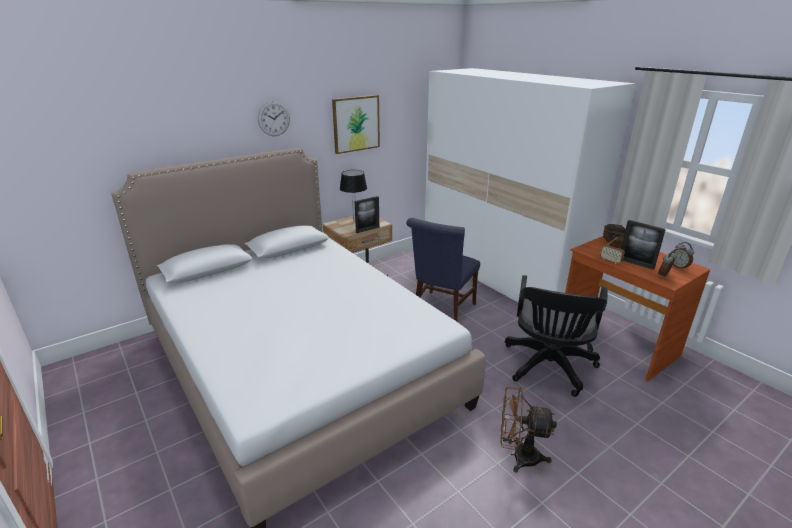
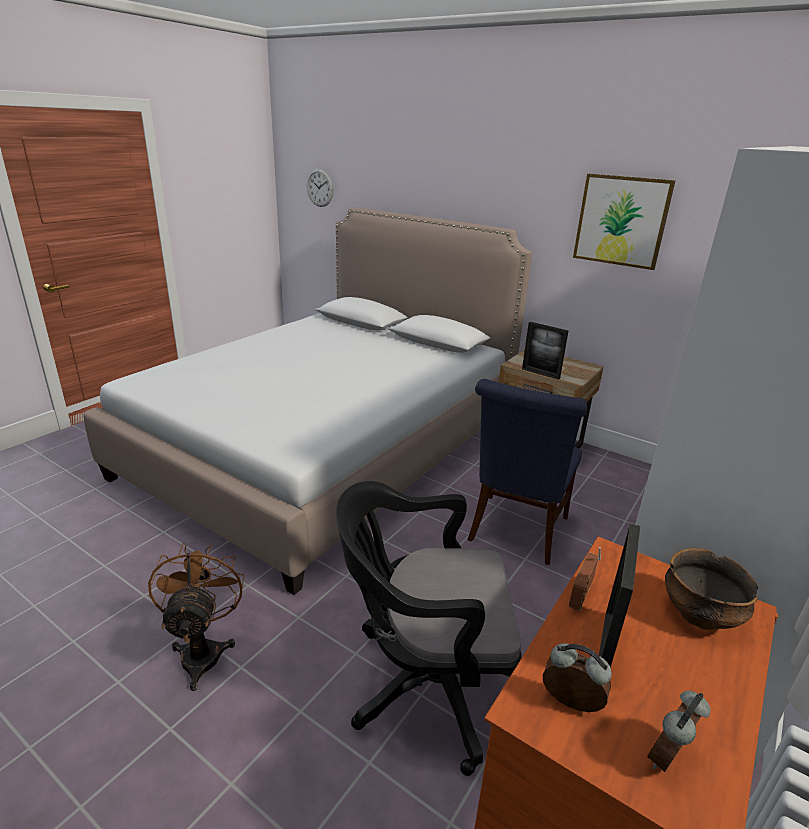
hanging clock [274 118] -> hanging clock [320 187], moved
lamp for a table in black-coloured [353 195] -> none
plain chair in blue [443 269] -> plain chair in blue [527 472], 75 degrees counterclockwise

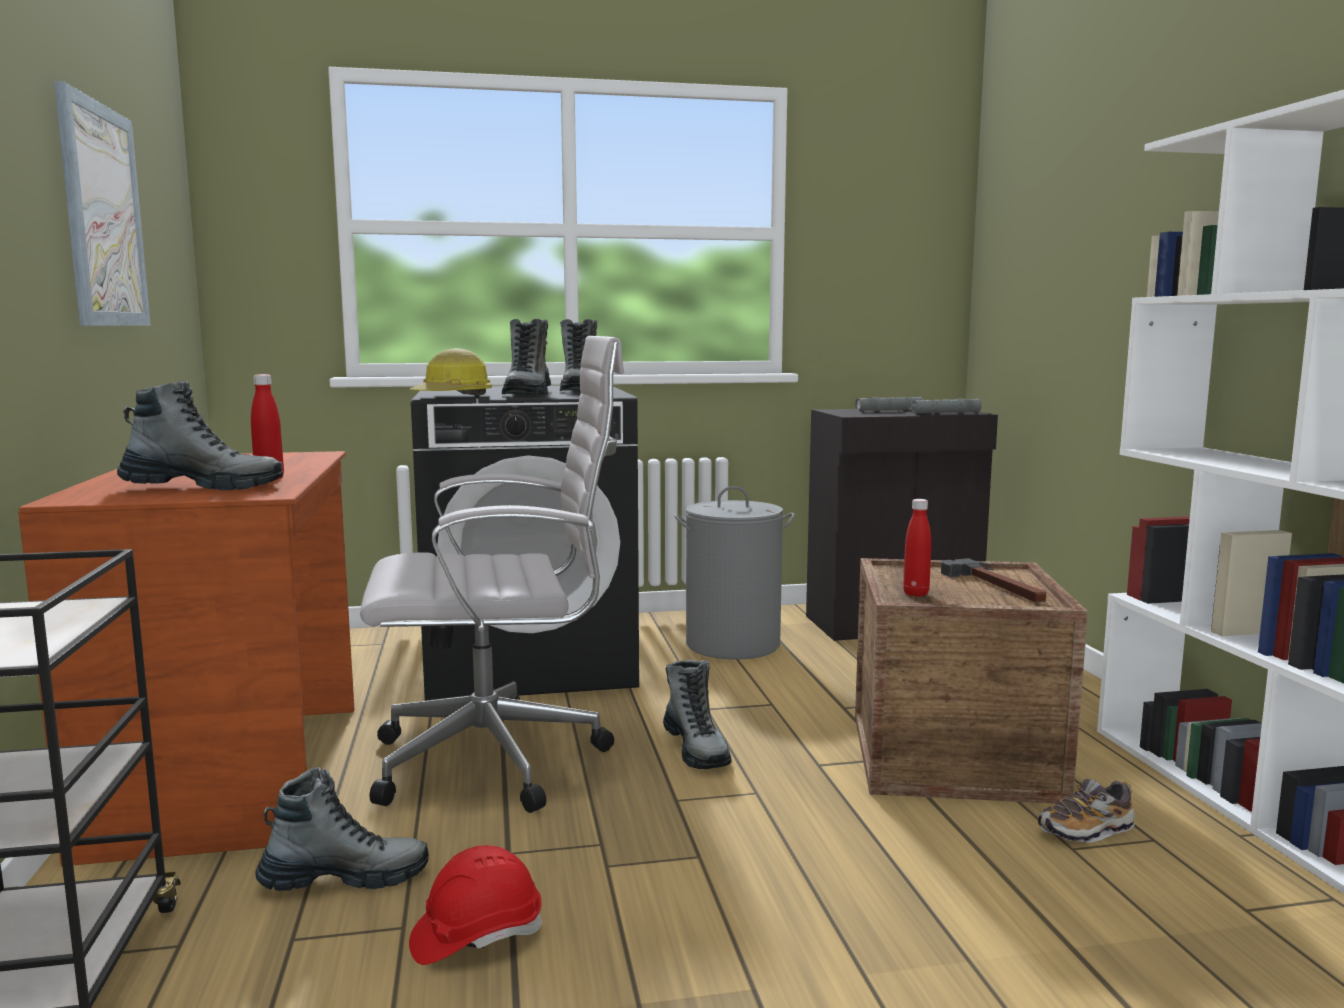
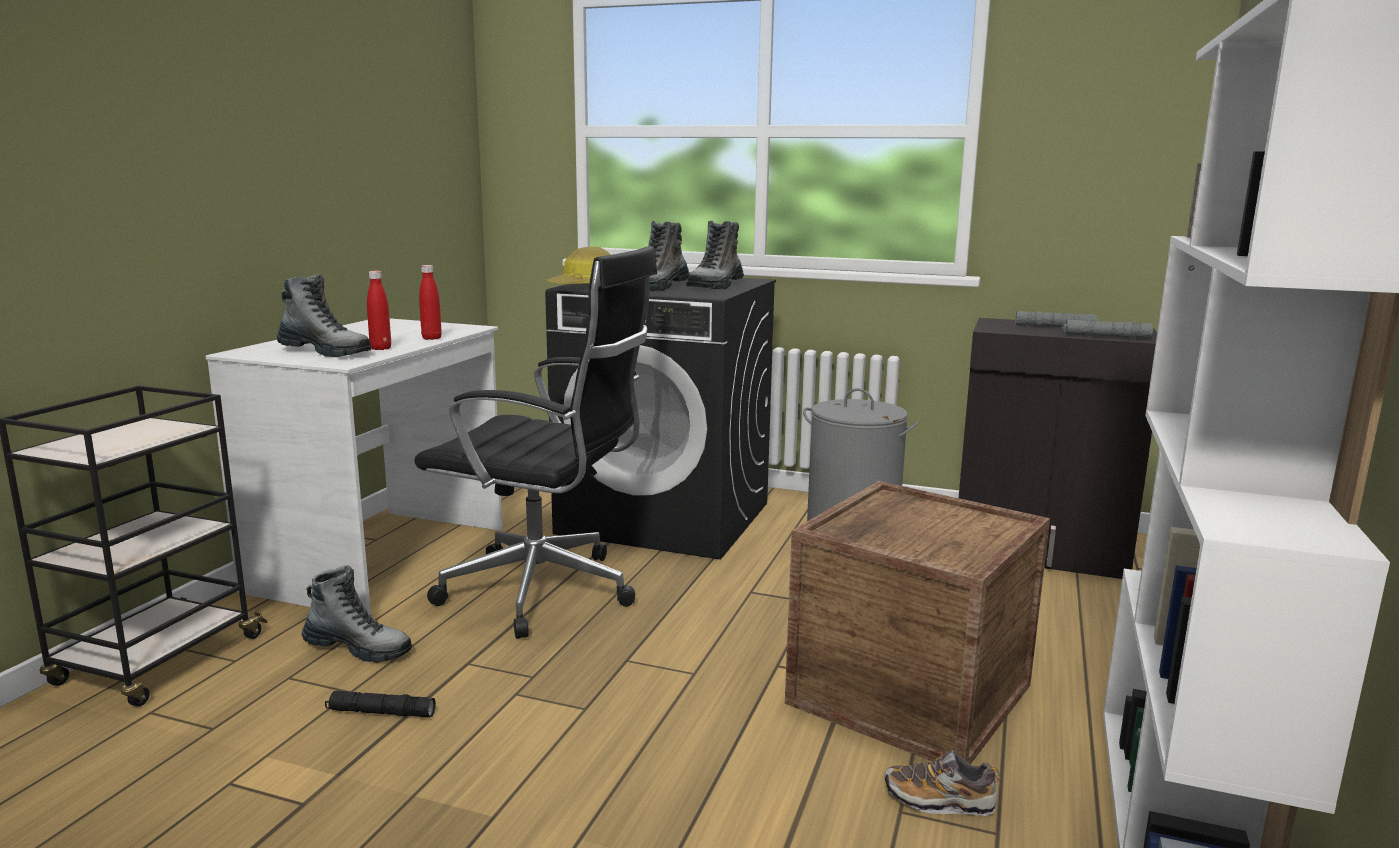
wall picture [102 203] -> none
office chair in whitish [492 574] -> office chair in black-coloured [535 442]
desk in brown [186 658] -> desk in whitish [354 466]
beverage bottle in red [917 548] -> beverage bottle in red [430 302], moved
tool hammer [993 580] -> none
boot [697 714] -> none
hard hat in red [475 905] -> torch in black-coloured [380 703]

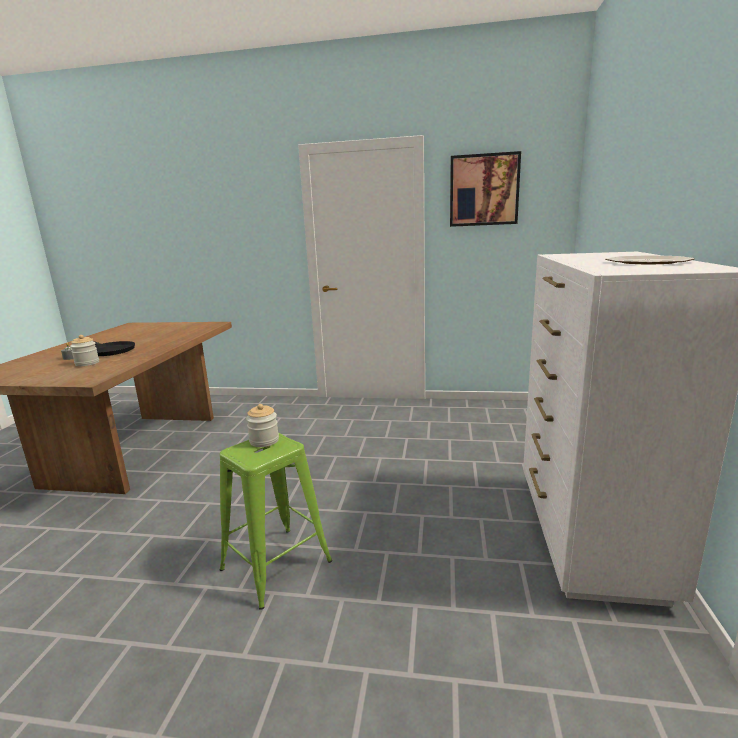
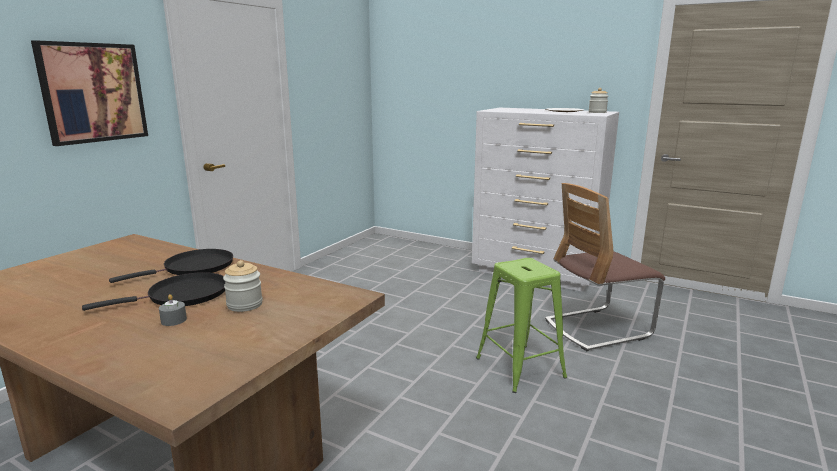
wall picture [485 189] -> wall picture [89 93], moved
storage jar [262 425] -> storage jar [598 100], moved
none -> plain chair [605 267]
none -> skillet in black-coloured [171 266]

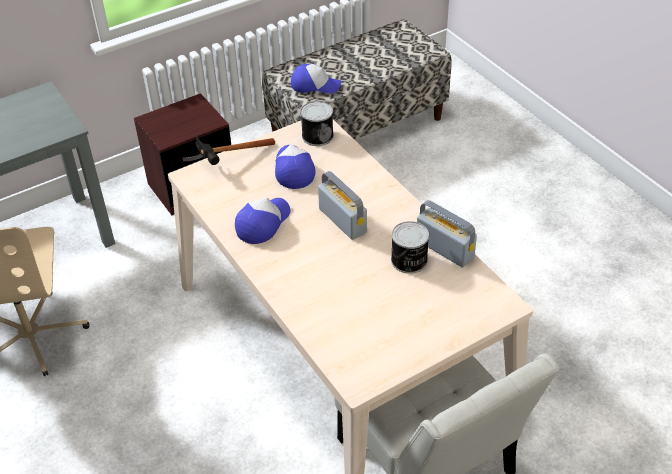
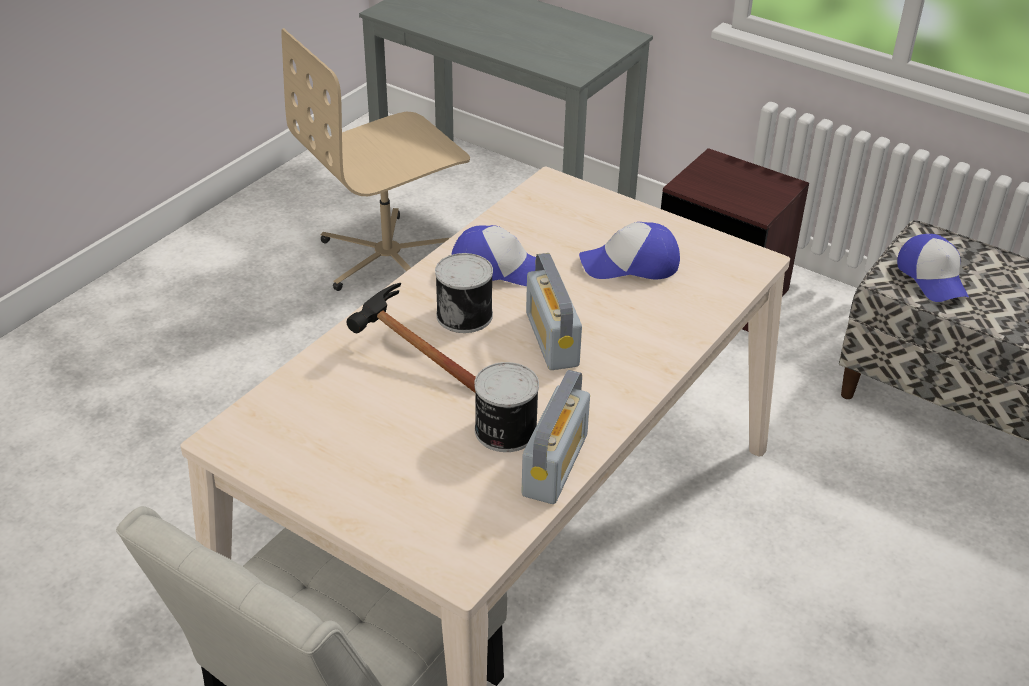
can [317 123] -> can [464 293], moved
tool hammer [235 150] -> tool hammer [411 338], moved
peaked cap [295 166] -> peaked cap [629 250], 150 degrees counterclockwise
radio [342 205] -> radio [554 311], 135 degrees clockwise

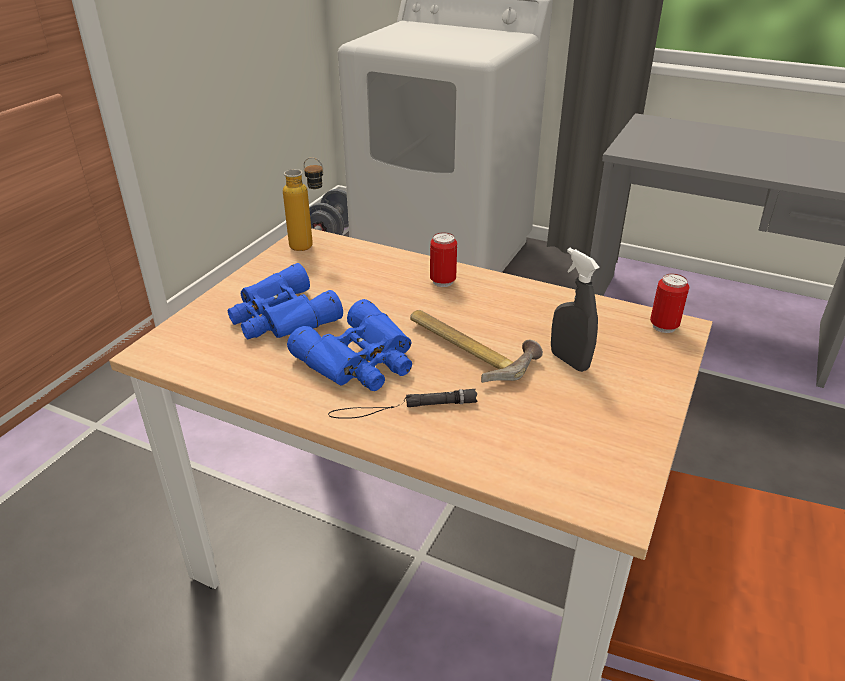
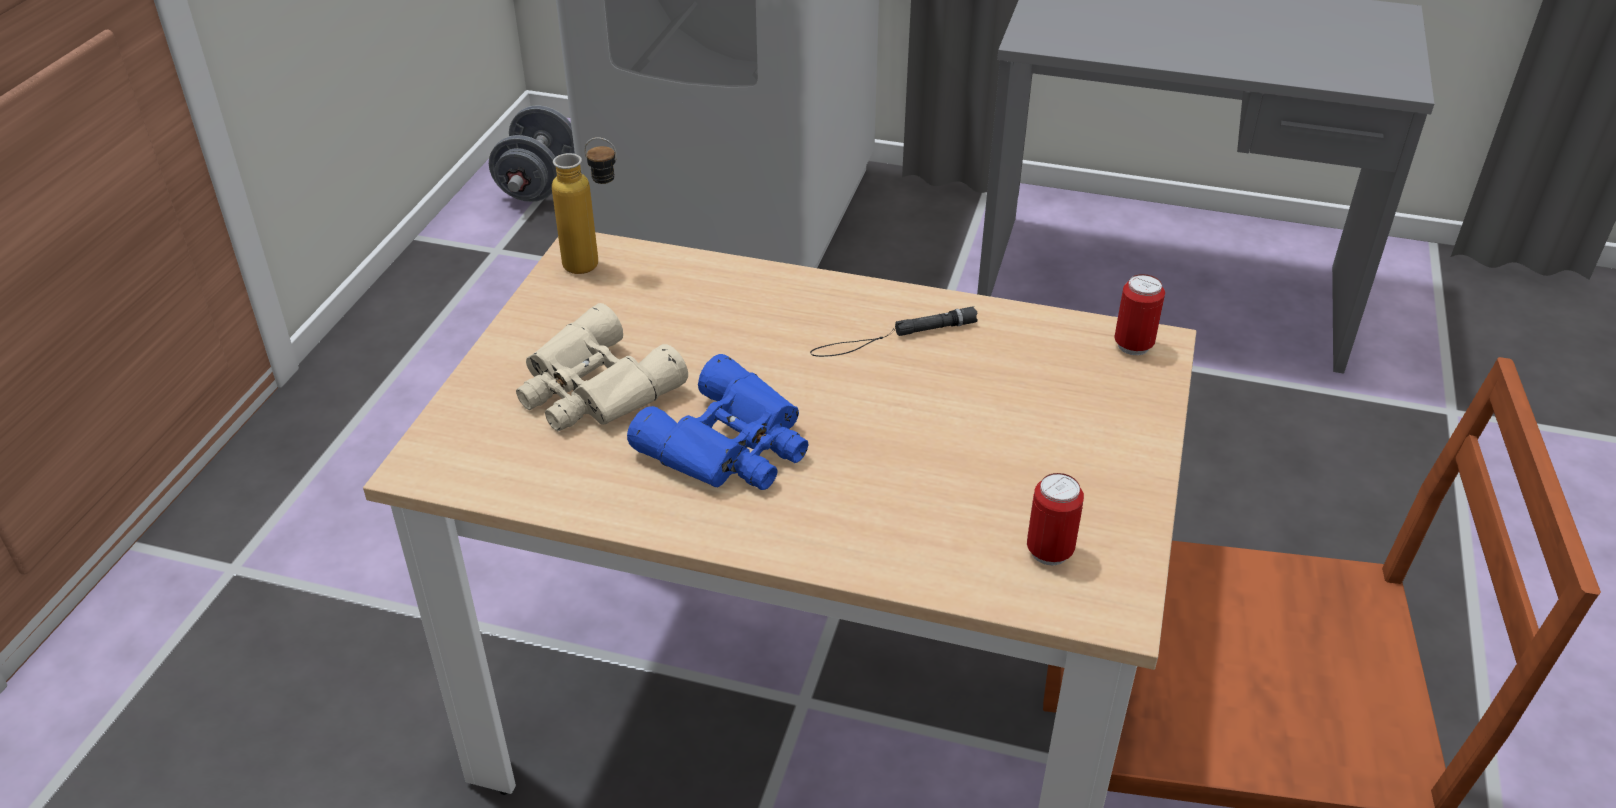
can [443 259] -> can [1055 519], moved
sprayer in gray [575 310] -> none
field glasses in blue [285 301] -> field glasses in sand-coloured [602 367]
tool hammer [476 346] -> none
torch in black-coloured [402 404] -> torch in black-coloured [894 331], moved

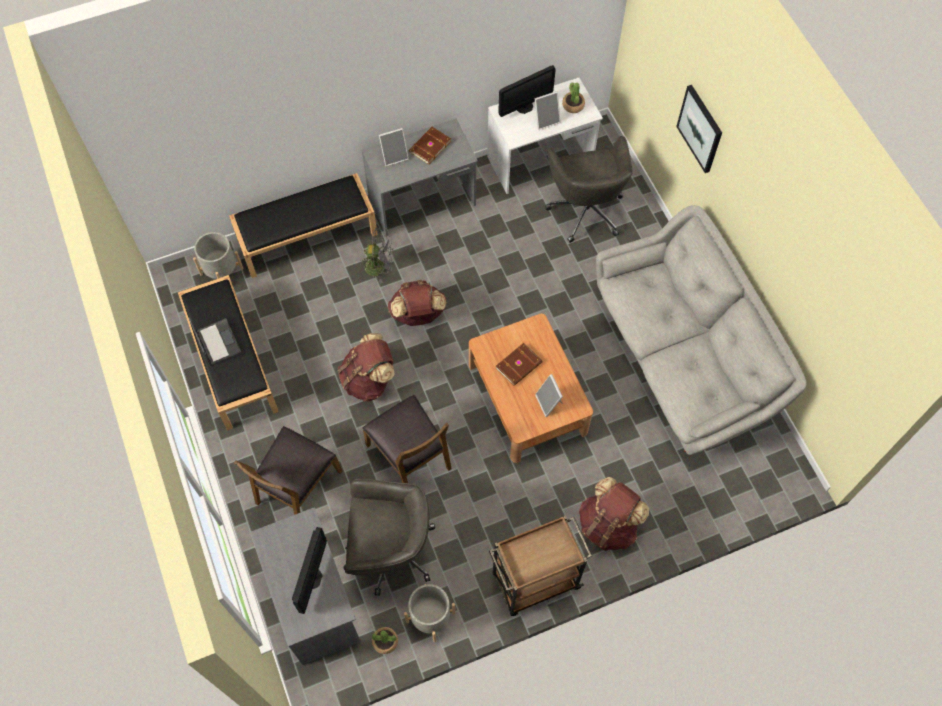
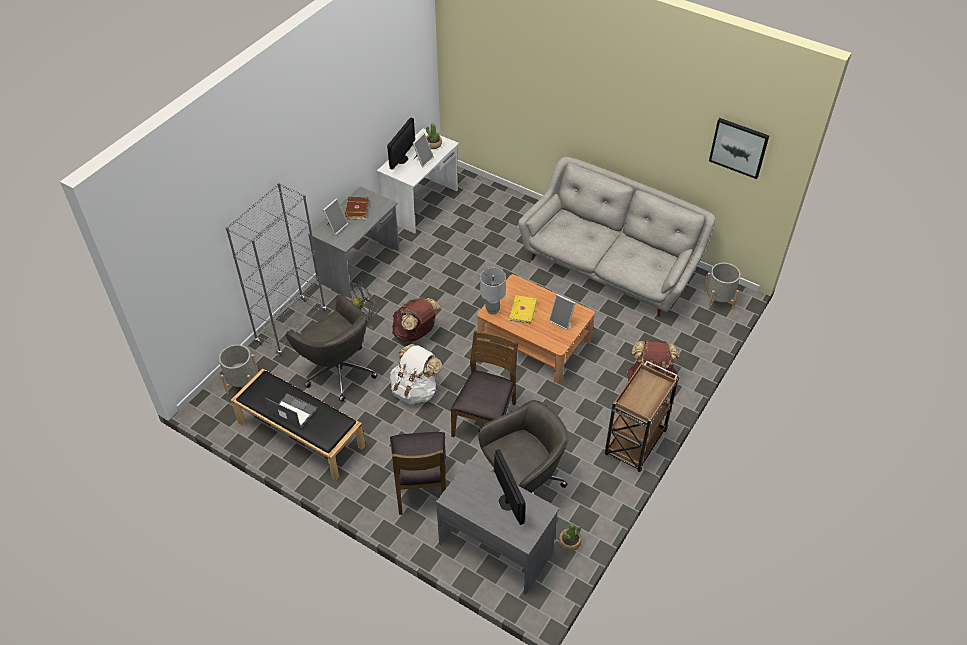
wall picture [699 129] -> wall picture [739 148], moved
office chair in gray [589 189] -> office chair in gray [332 348], moved
long seat in black-coloured [303 225] -> shelving unit in gray [275 269]
backpack in brown [366 367] -> backpack in whitish [416 374]
bound book in brown [519 364] -> bound book in yellow [523 309]
plain chair in brown [407 439] -> plain chair in brown [484 384], 90 degrees counterclockwise
planter in gray [429 613] -> planter in gray [722 286], moved
none -> lamp for a table in gray [493 291]

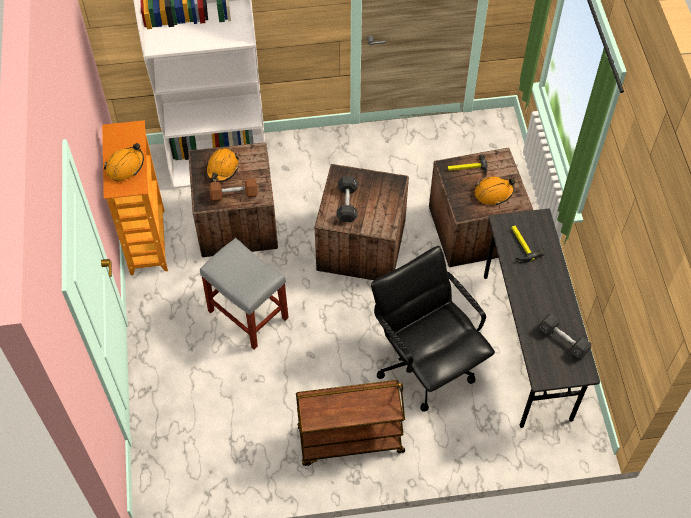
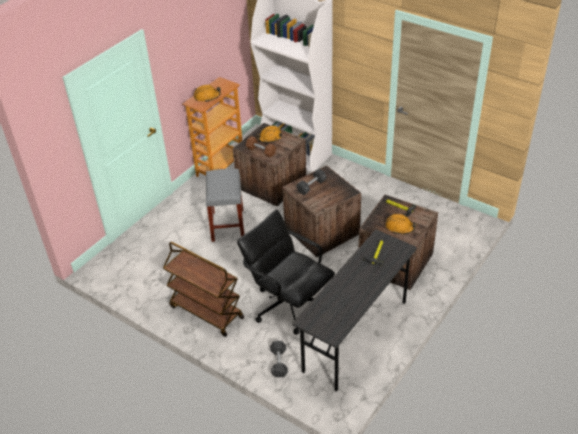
office chair in black-coloured [433 329] -> office chair in black-coloured [286 272], 60 degrees counterclockwise
free weight in black-coloured [565 336] -> free weight in black-coloured [279 359], moved

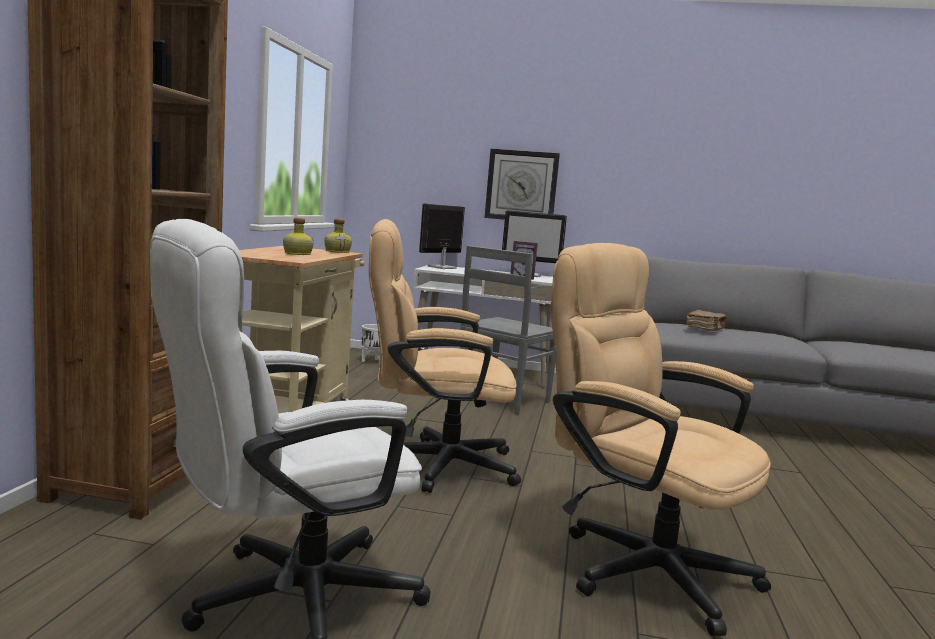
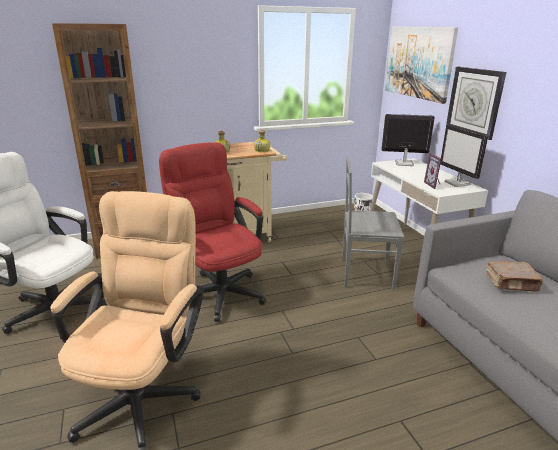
office chair in sand-coloured [445 356] -> office chair in red [212 232]
none -> wall picture [421 65]

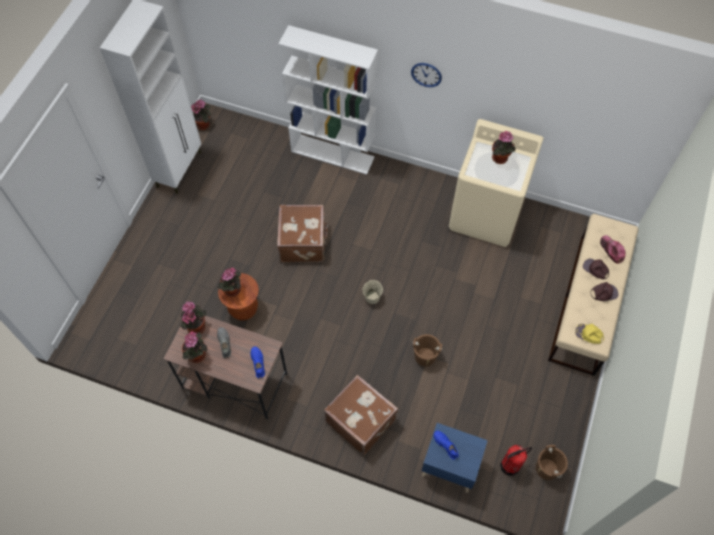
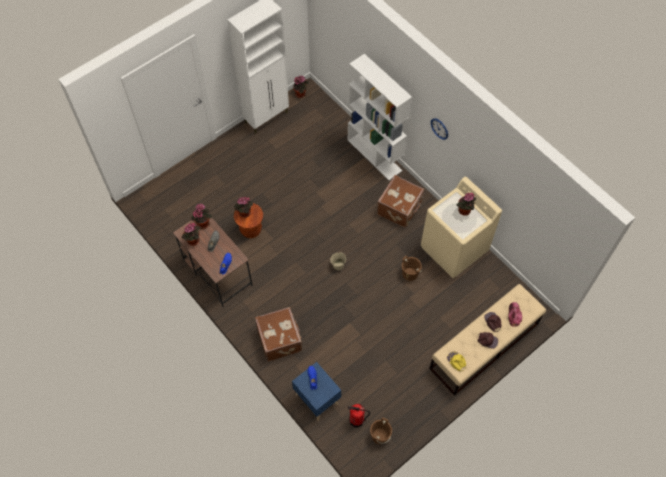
travel case in brown [303 233] -> travel case in brown [400 201], moved
water bucket in brown [427 350] -> water bucket in brown [412 268], moved

